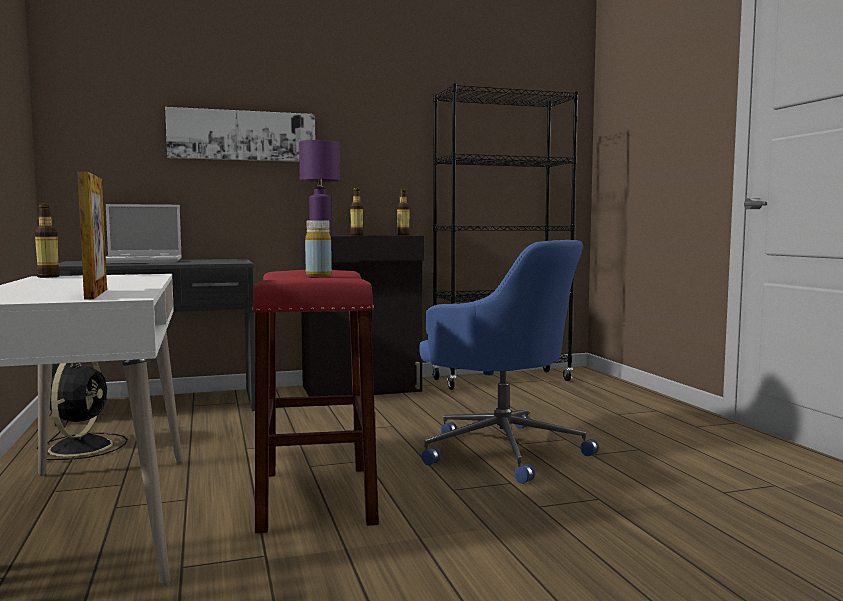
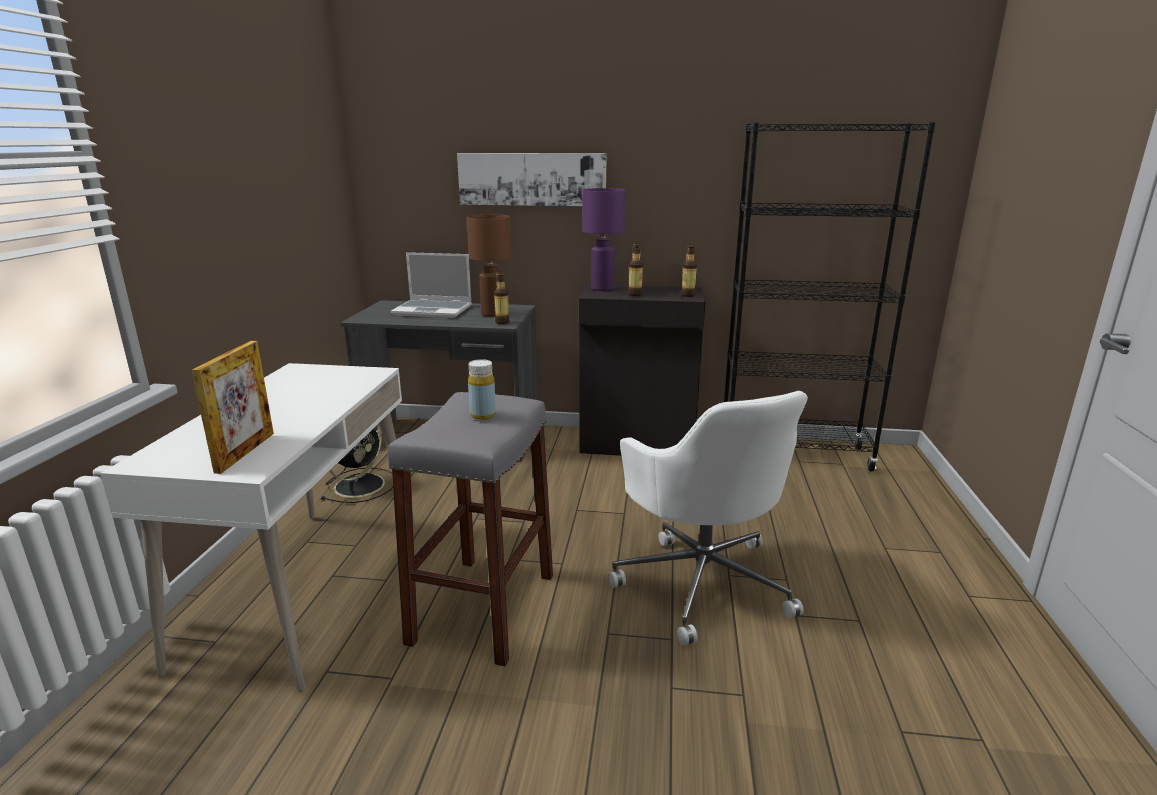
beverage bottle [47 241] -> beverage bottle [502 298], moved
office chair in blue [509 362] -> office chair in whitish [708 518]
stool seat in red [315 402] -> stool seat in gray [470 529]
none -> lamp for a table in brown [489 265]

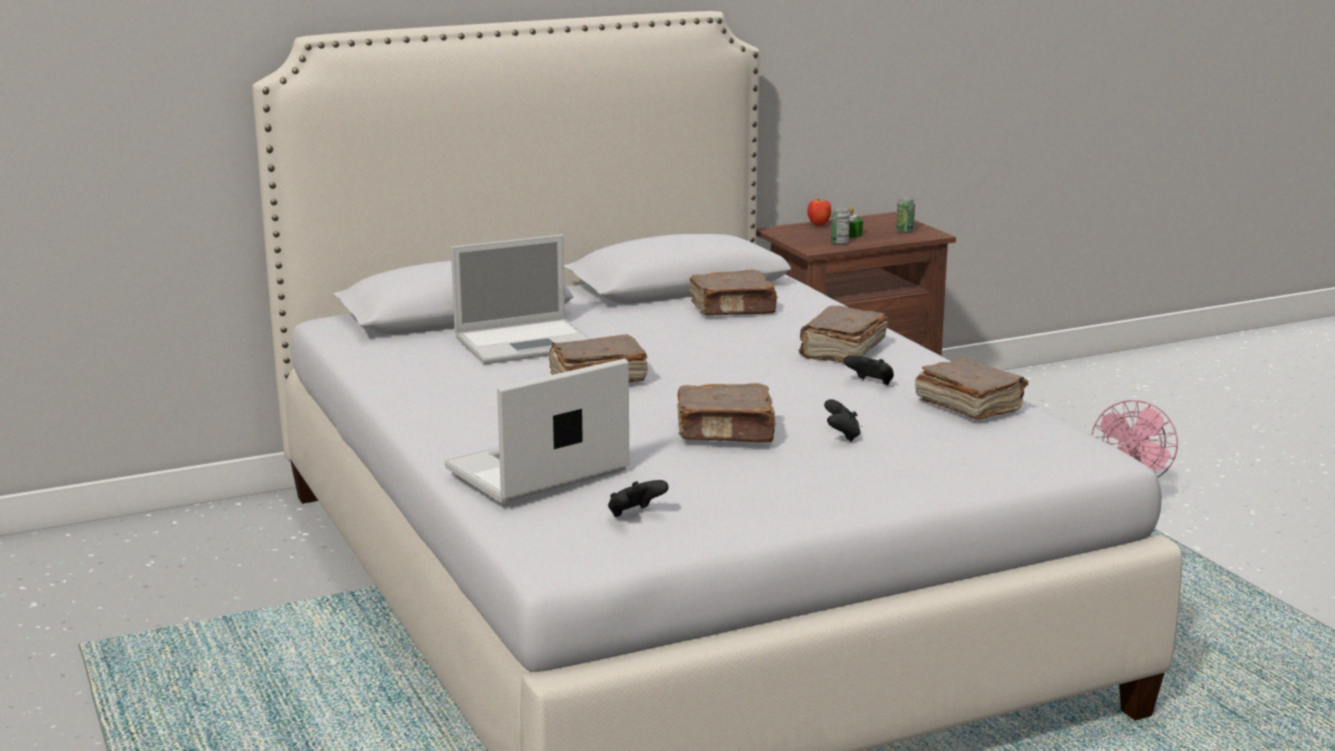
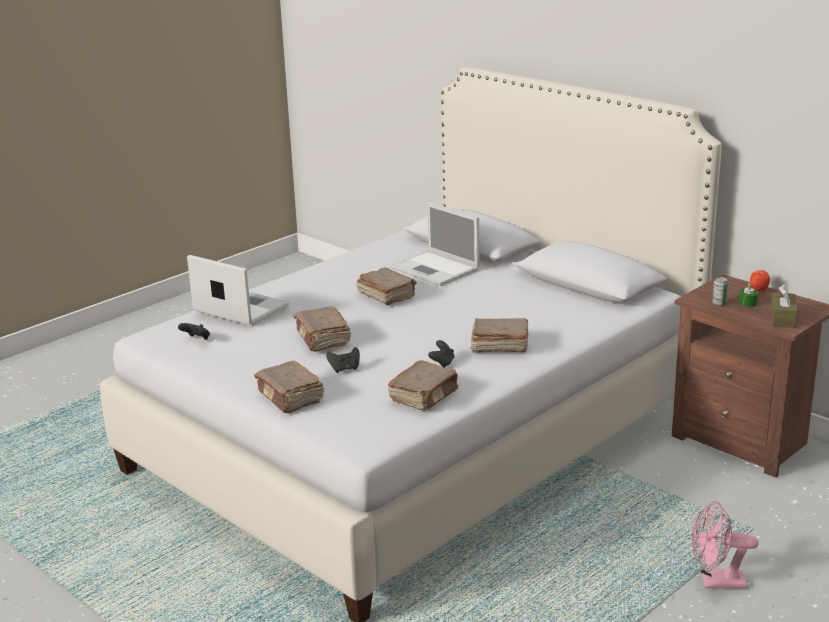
can [905 215] -> box of tissues in brown [784 306]
bound book in brown [733 292] -> bound book in brown [289 387], moved

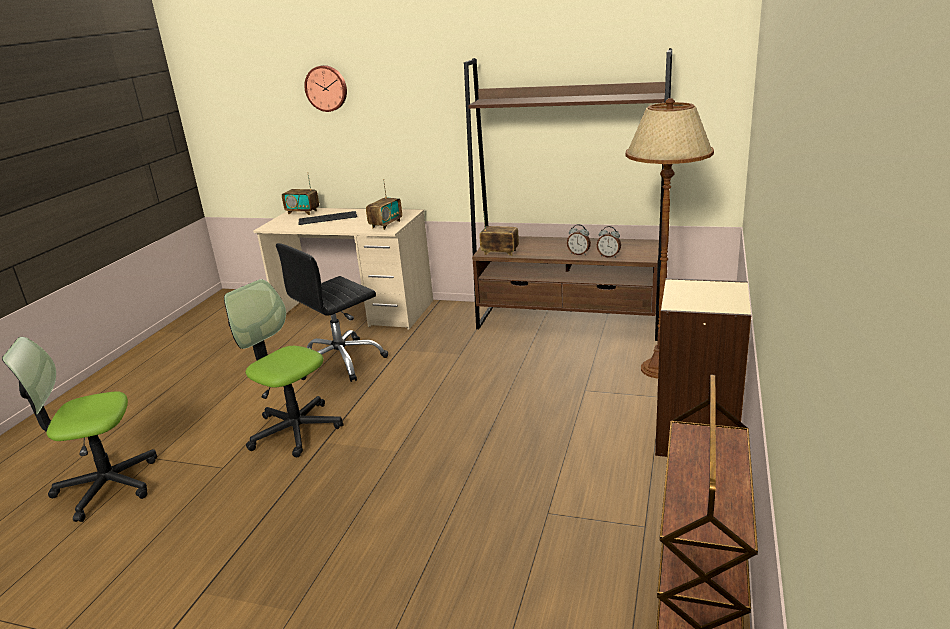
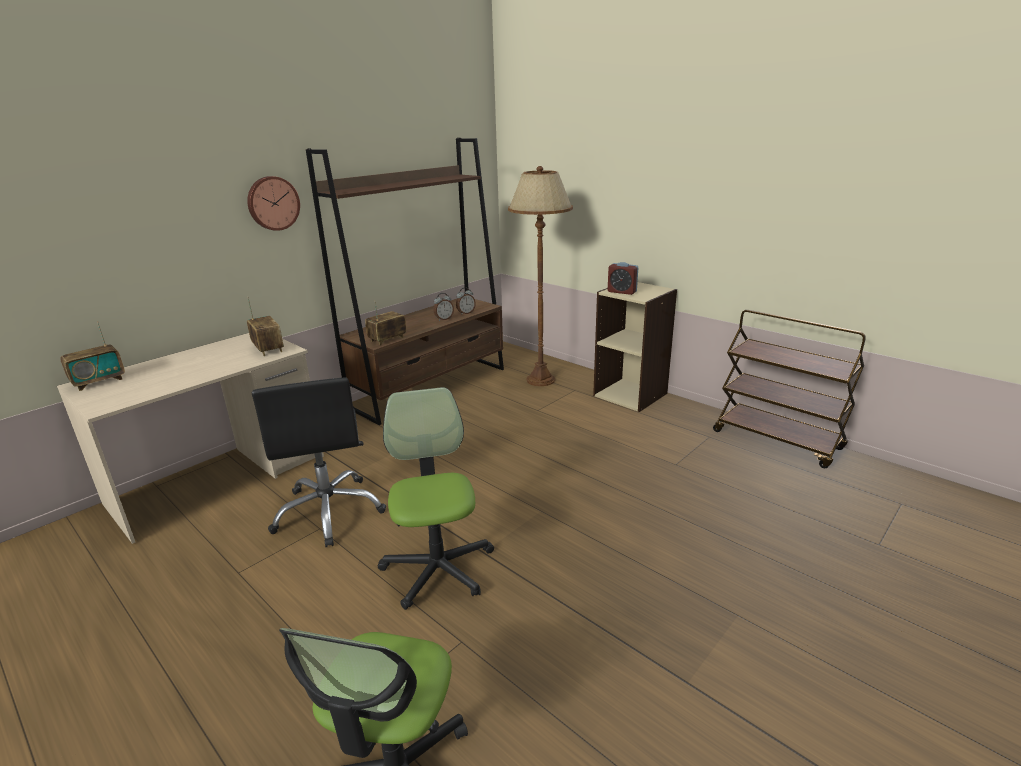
hanging clock [325 88] -> hanging clock [273 203], moved
PC keyboard [328 218] -> none
office chair [283 368] -> office chair [435 498], 105 degrees clockwise
none -> alarm clock [623 278]

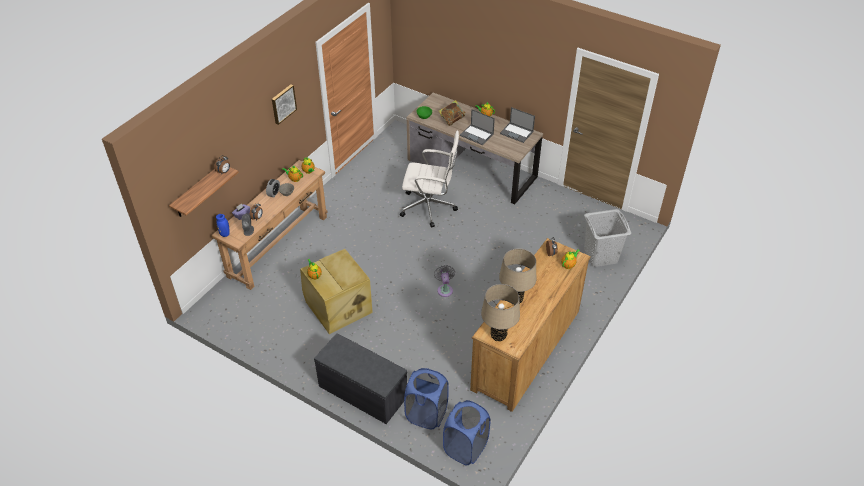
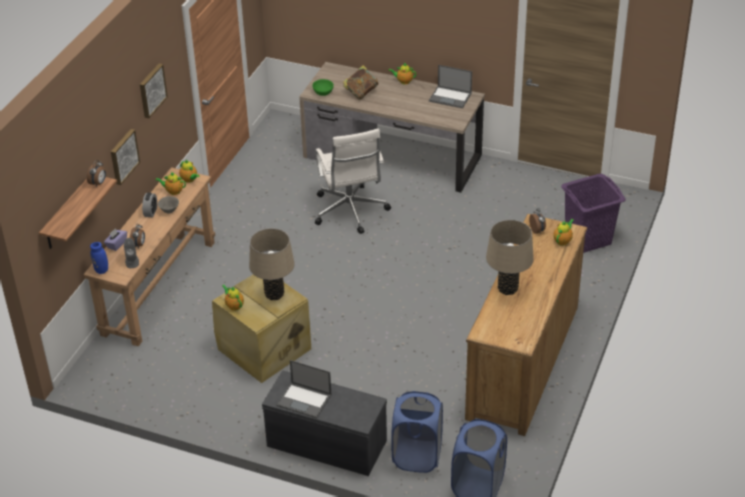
portable computer [477 127] -> portable computer [304 389], moved
office chair in whitish [429 178] -> office chair in whitish [353 181], 75 degrees clockwise
laundry basket in gray [607 238] -> laundry basket in purple [593 213]
cooling fan in gray [444 281] -> none
lamp for a table in sand-coloured [500 312] -> lamp for a table in sand-coloured [272 264], moved
none -> wall picture [125 157]

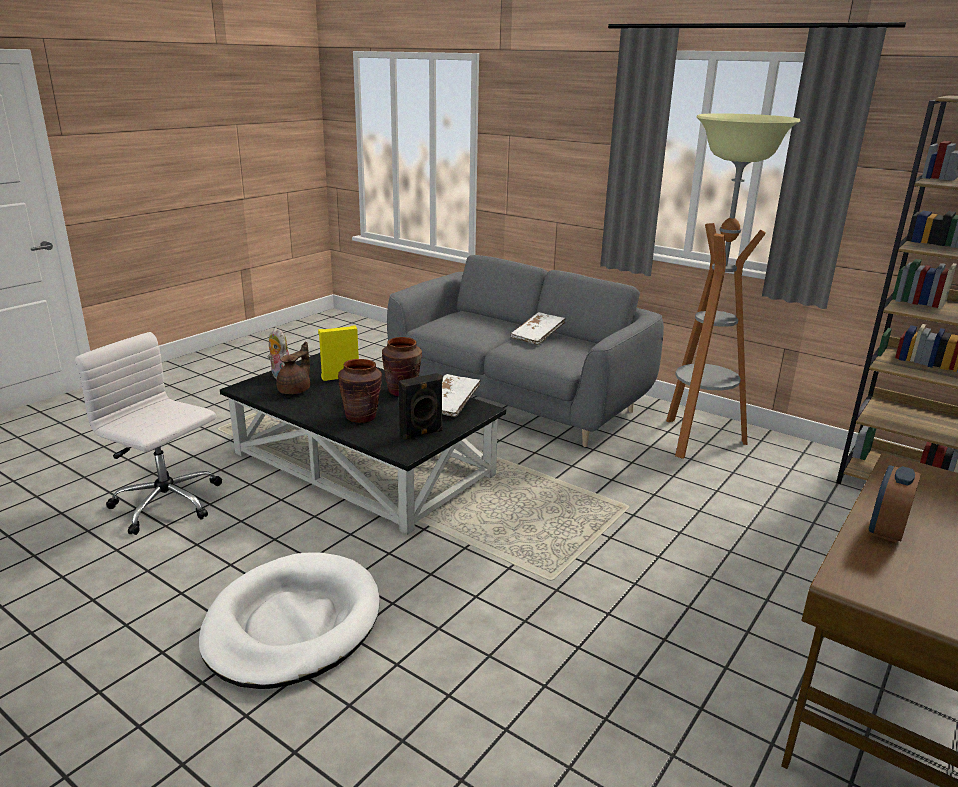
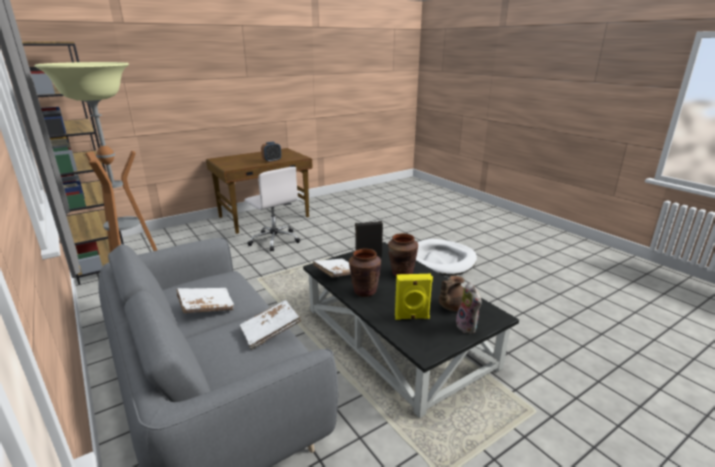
office chair in whitish [148 433] -> office chair in whitish [272 209], moved
none -> bound book in whitish [270 324]

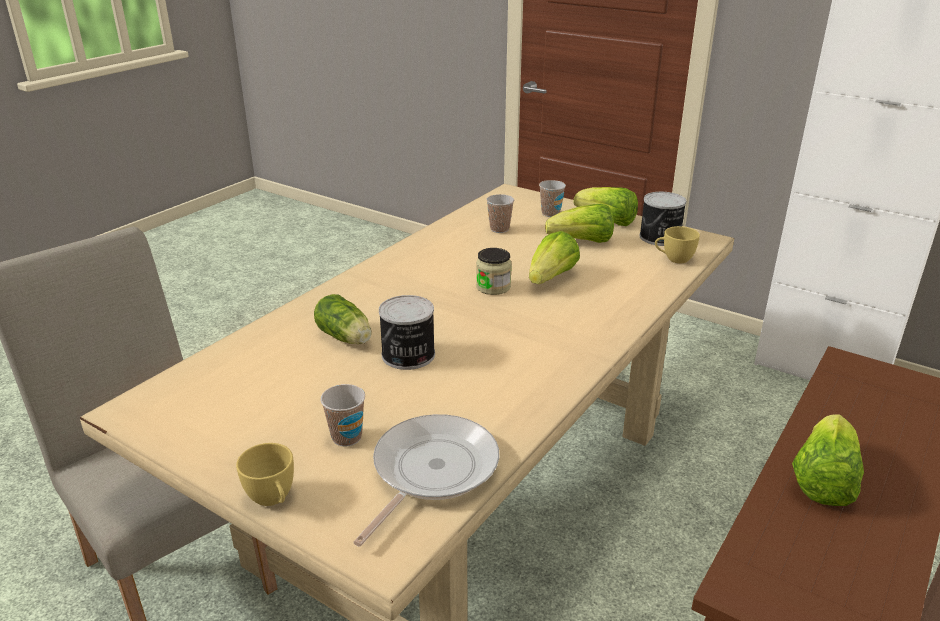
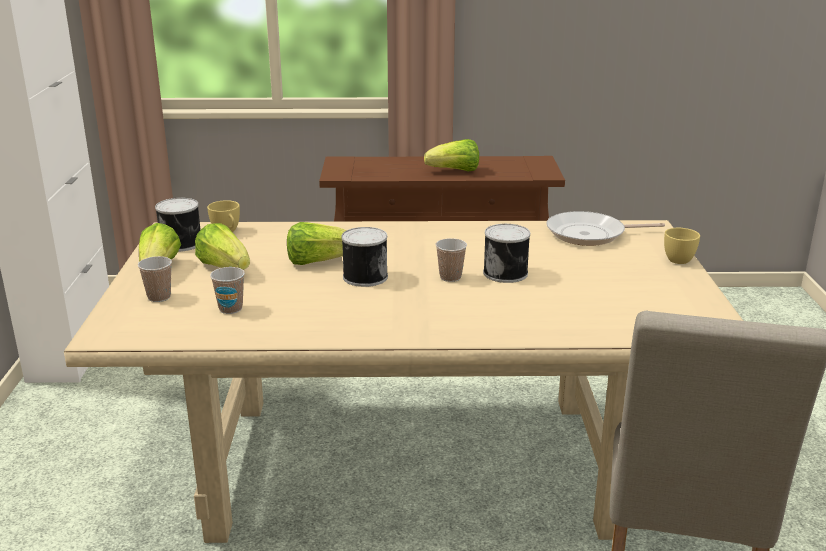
storage jar [494 271] -> can [364 257]
lettuce head [342 319] -> none
cup [342 415] -> cup [451 260], moved

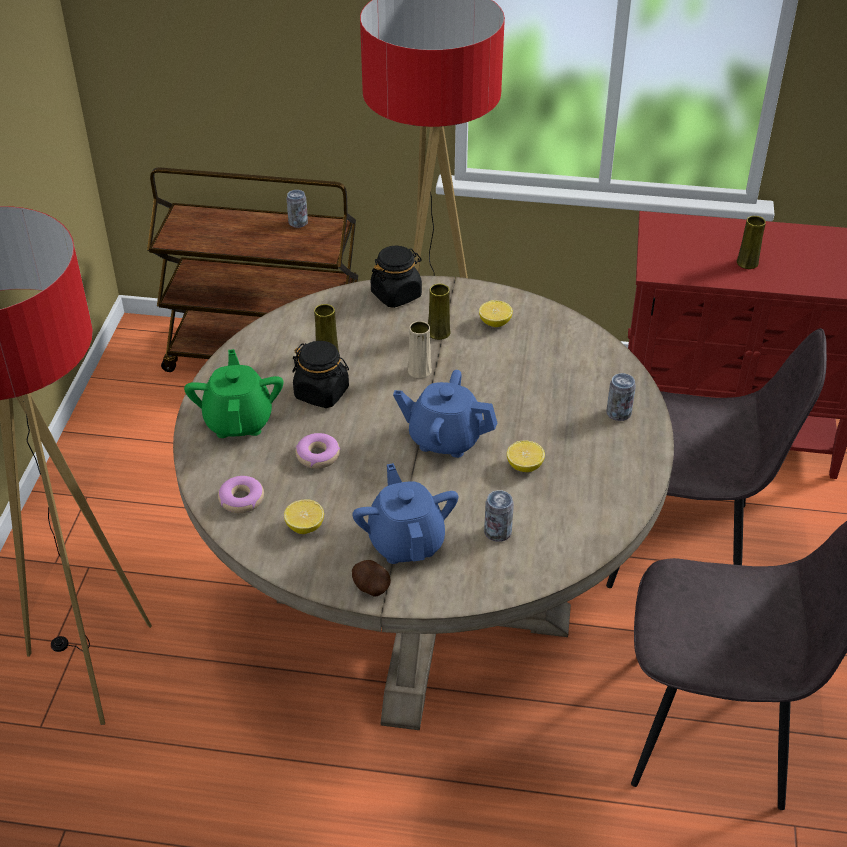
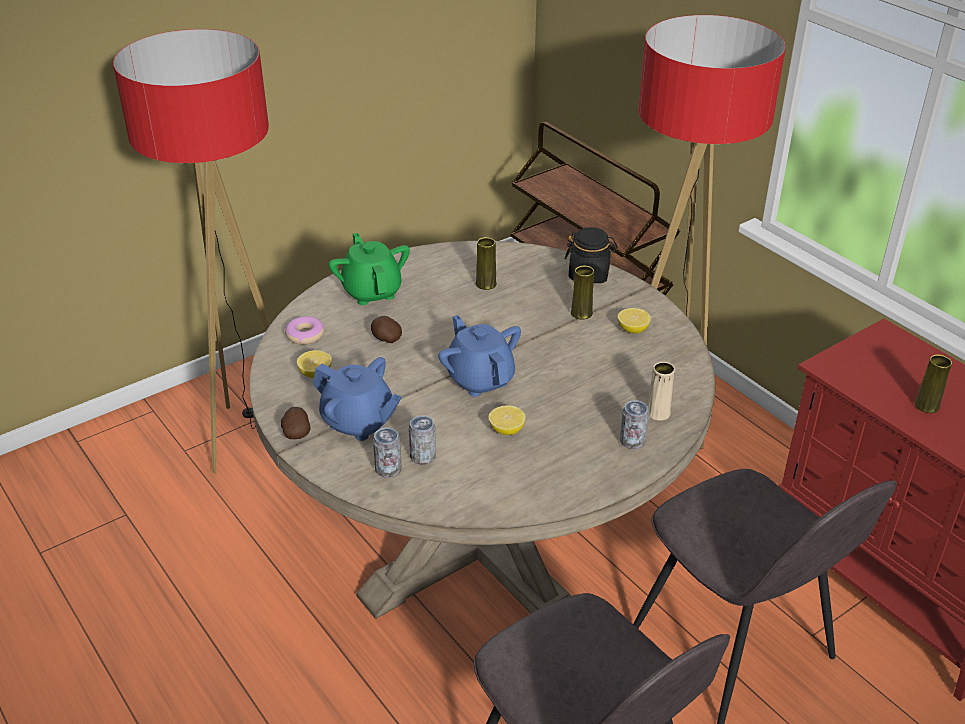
can [297 209] -> can [387 453], moved
decorative vase in sand-coloured [420 350] -> decorative vase in sand-coloured [661 391], moved
storage jar in black-coloured [320 374] -> none
tea pot in green [233 393] -> tea pot in green [369 269], 60 degrees counterclockwise
donut [318 451] -> whole potato [386 329]
tea pot in blue [405 513] -> tea pot in blue [357 399], 90 degrees clockwise

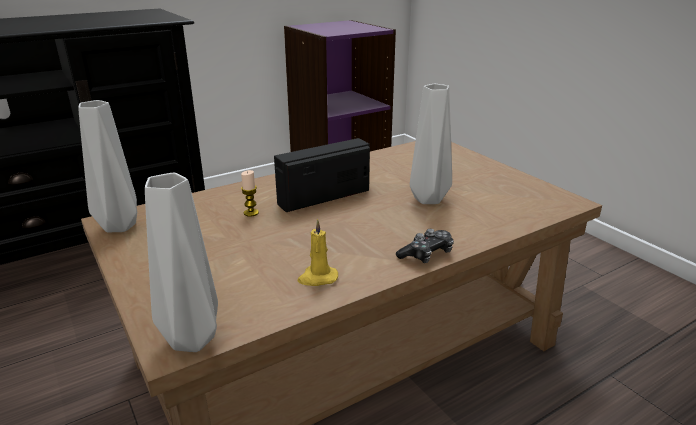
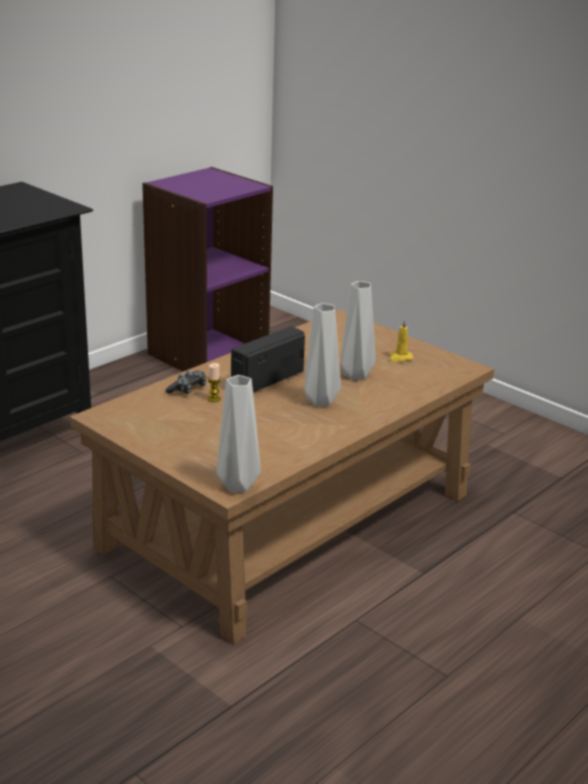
decorative vase in gray [107 166] -> decorative vase in gray [323 355], moved
wax light in yellow [317 252] -> wax light in yellow [401 340], moved
joypad [425 246] -> joypad [186 382], moved

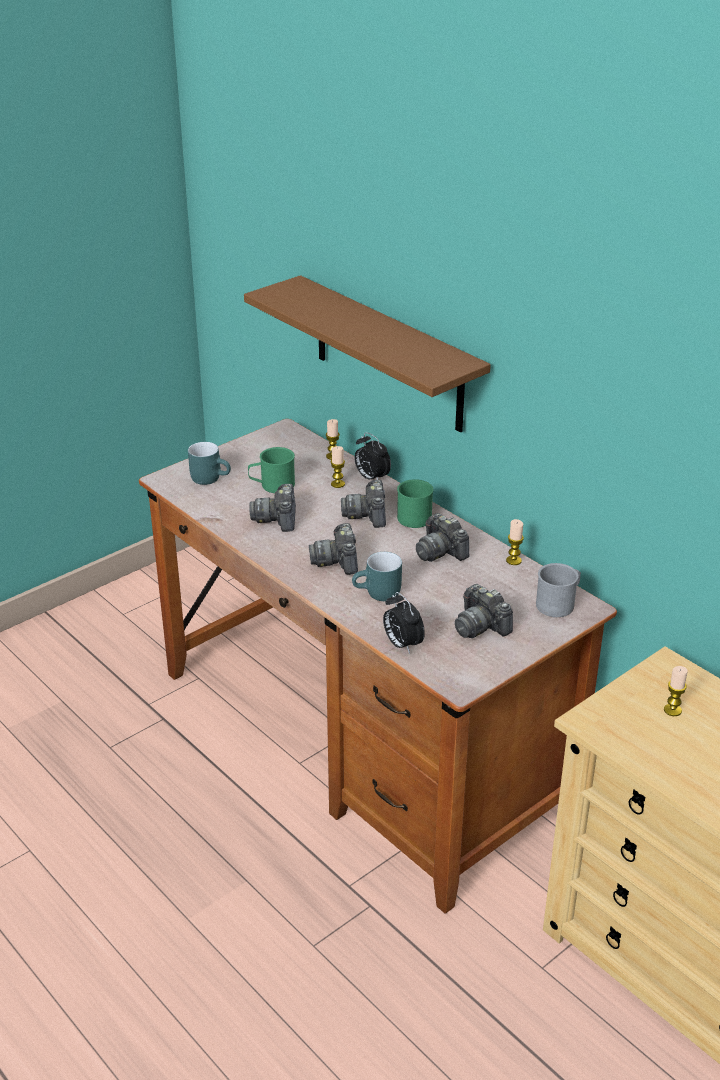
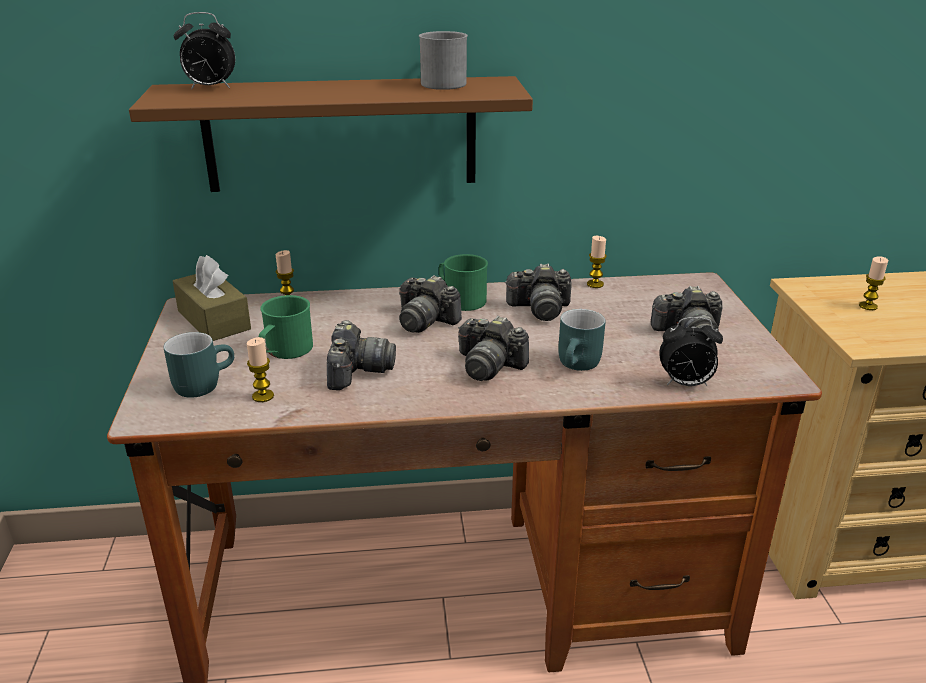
alarm clock [373 456] -> alarm clock [204 51], moved
wax light [338 467] -> wax light [260 369], moved
still camera [272 508] -> still camera [361 355], 120 degrees counterclockwise
mug in gray [558 590] -> mug in gray [443 60], moved
none -> box of tissues in brown [212 298]

